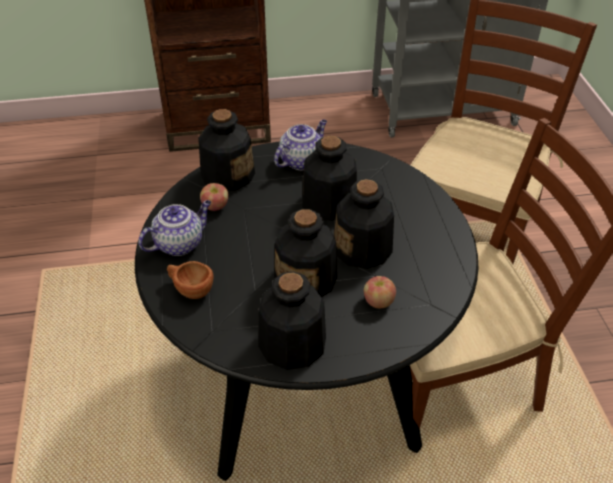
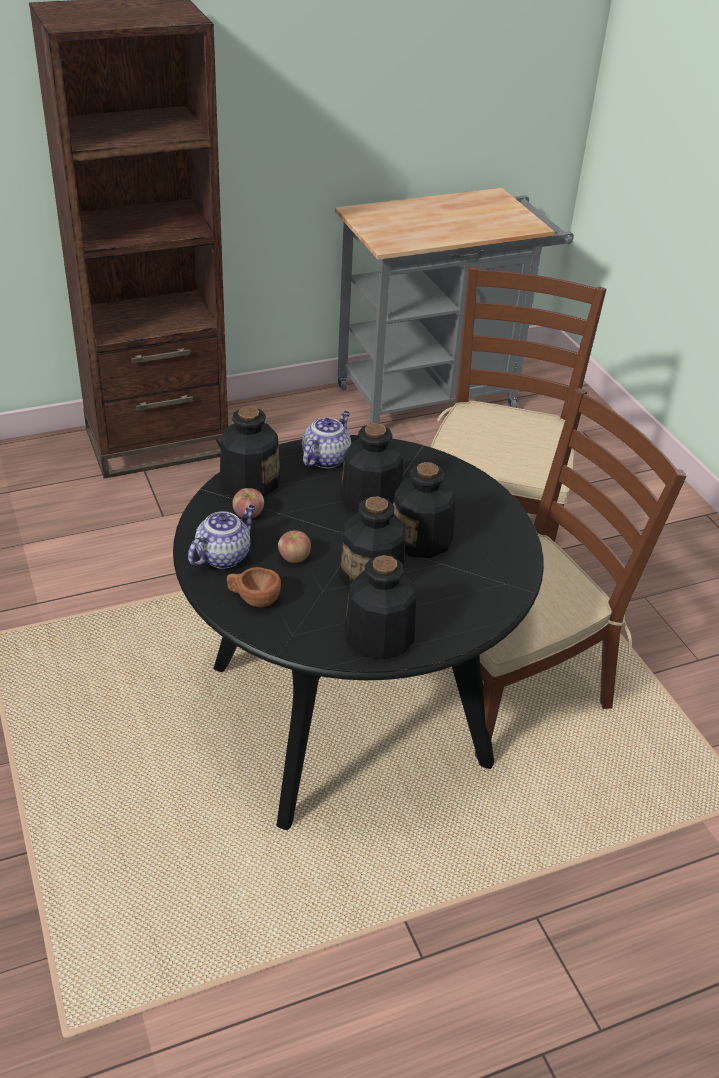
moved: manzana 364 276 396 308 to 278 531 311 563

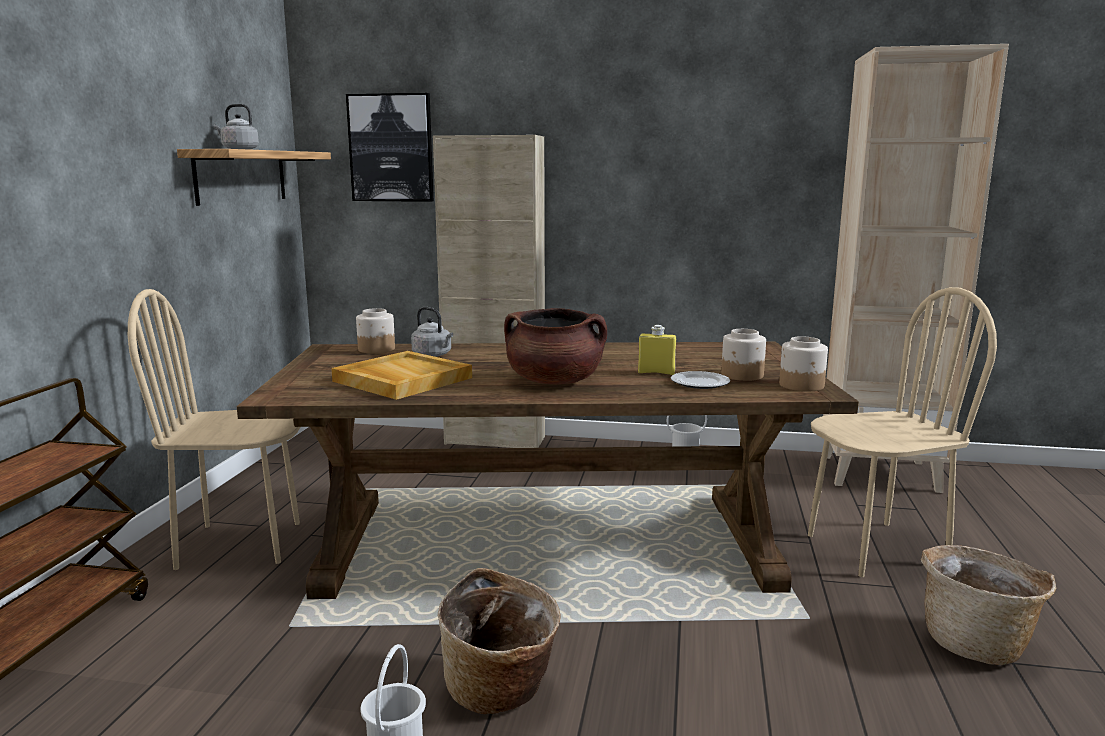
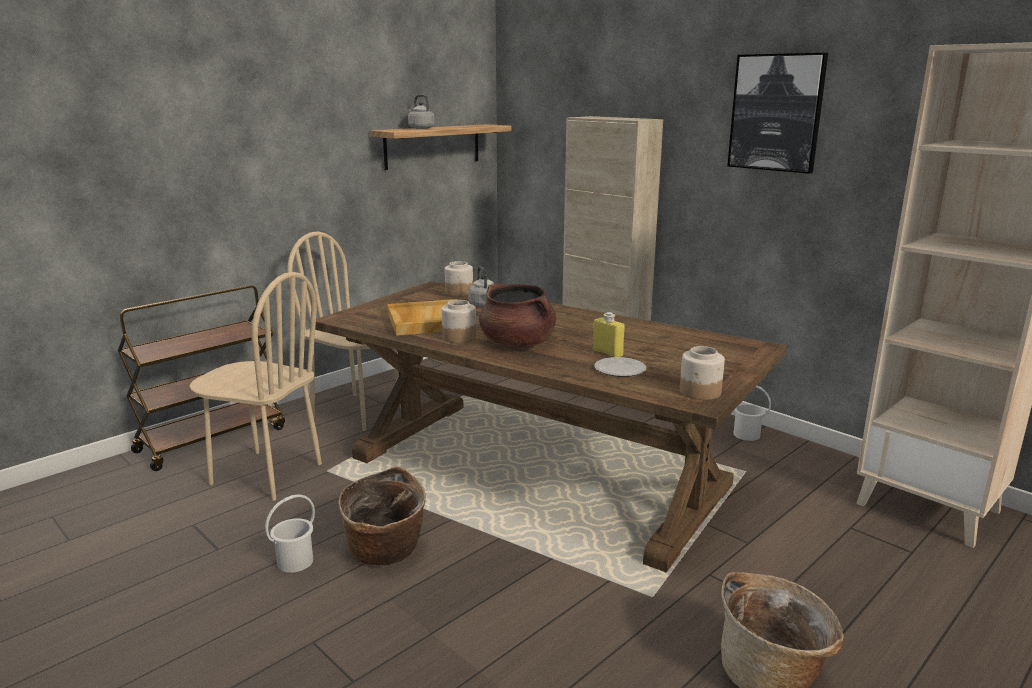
moved: cuadro 346 93 434 202 to 727 53 828 174; tarro 721 329 766 381 to 442 300 476 343; silla (beis) 808 287 997 577 to 189 272 322 501

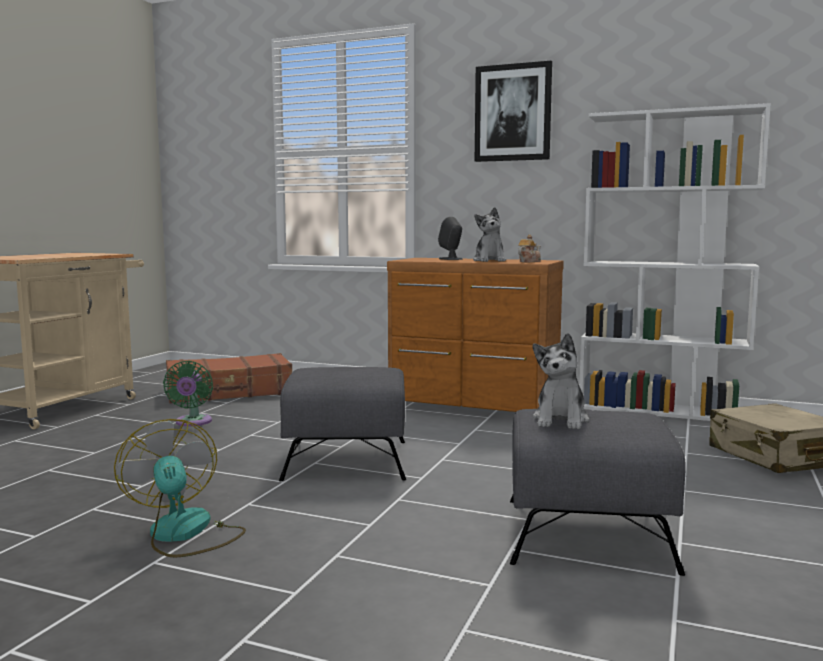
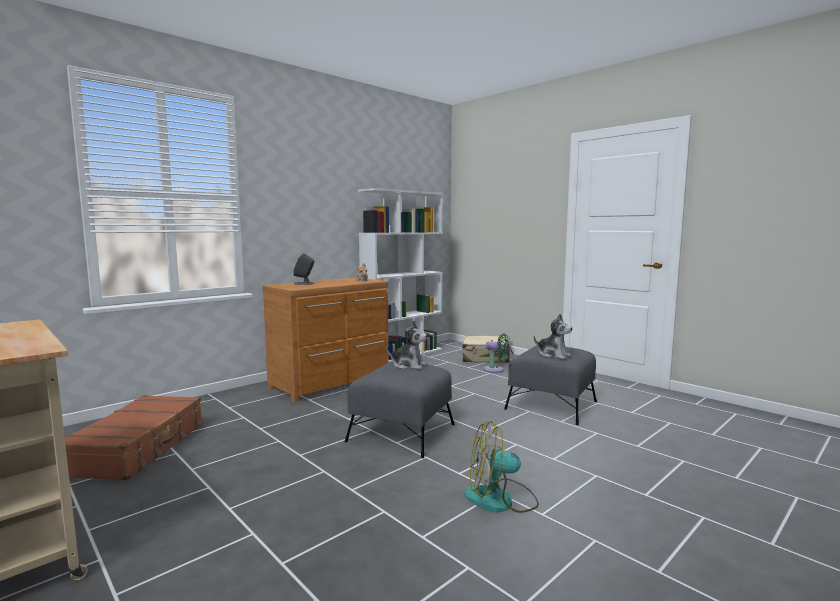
removed: cuadro 475 61 552 162
moved: ventilador (verde) 163 361 213 426 to 483 333 509 373; peluche 473 207 506 262 to 387 321 427 370

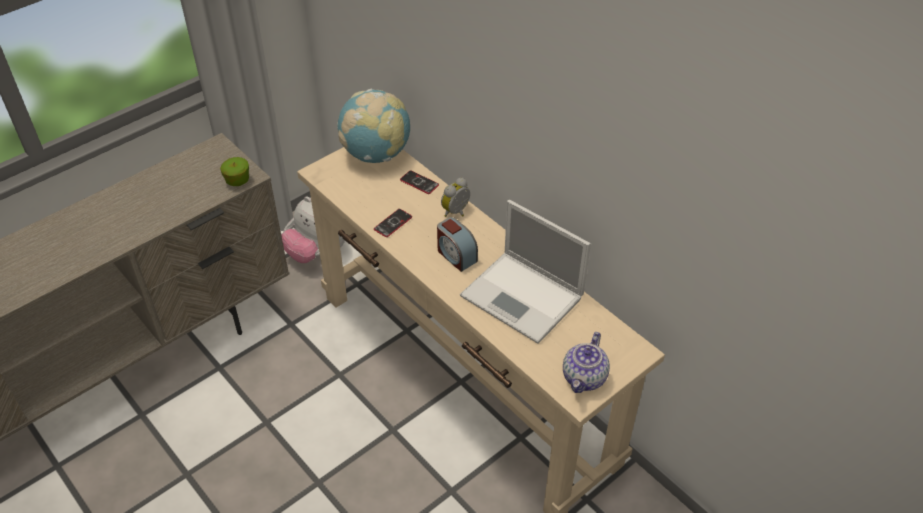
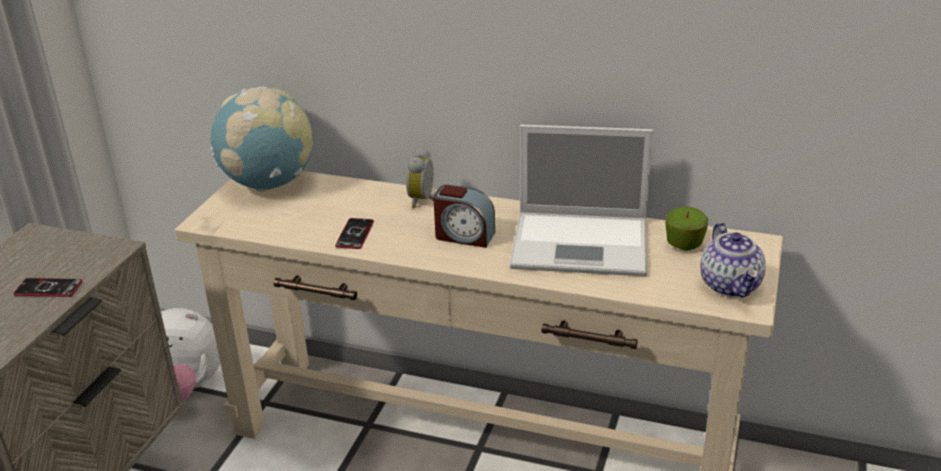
moved: manzana 220 157 249 186 to 665 206 709 251; móvil 400 170 439 194 to 13 278 82 297

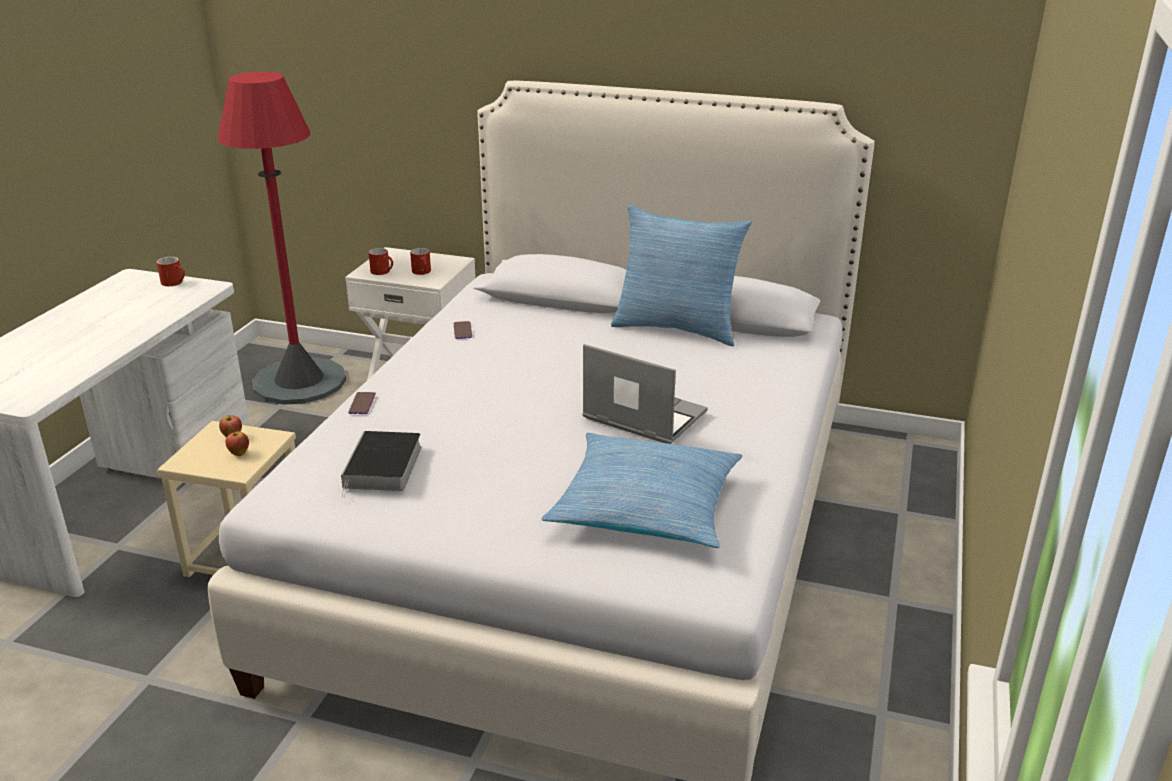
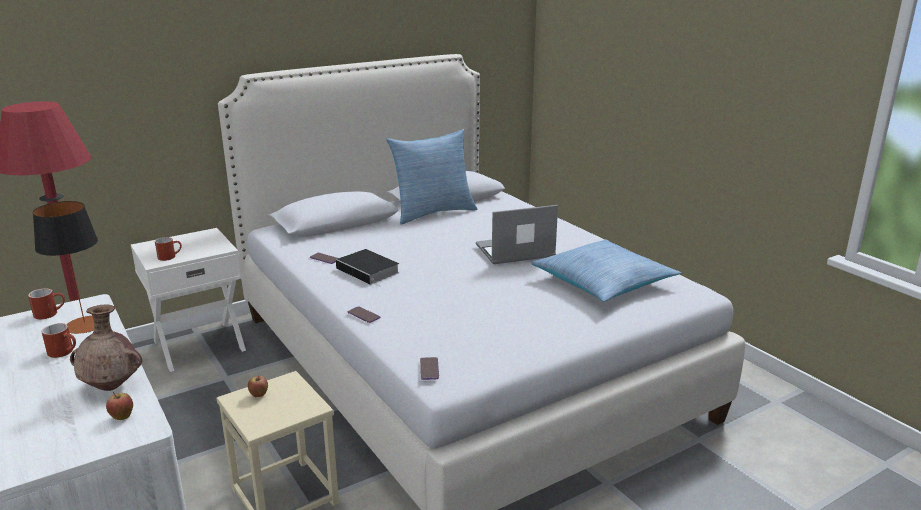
added: lámpara de mesa 33 201 98 334; florero (marrón) 70 305 142 391; móvil 420 357 439 380
moved: manzana 226 429 249 456 to 106 392 133 420; libro 341 431 422 498 to 336 249 400 287; taza grande (rojo) 410 248 431 275 to 42 323 76 358

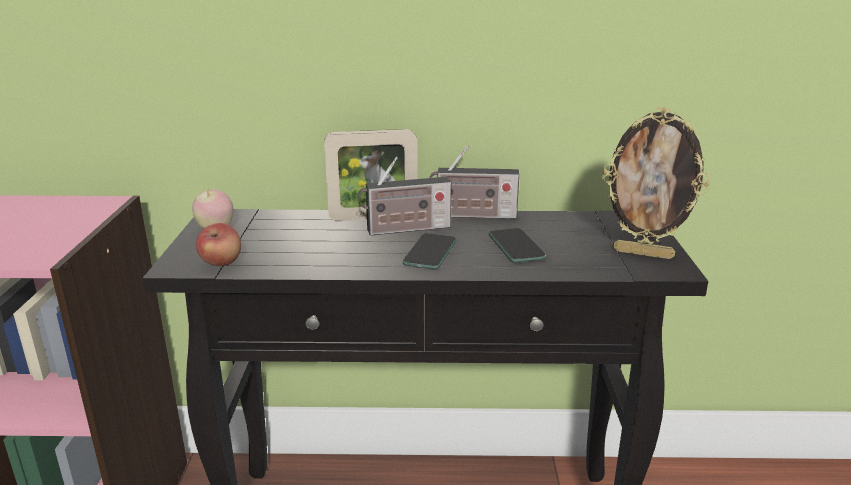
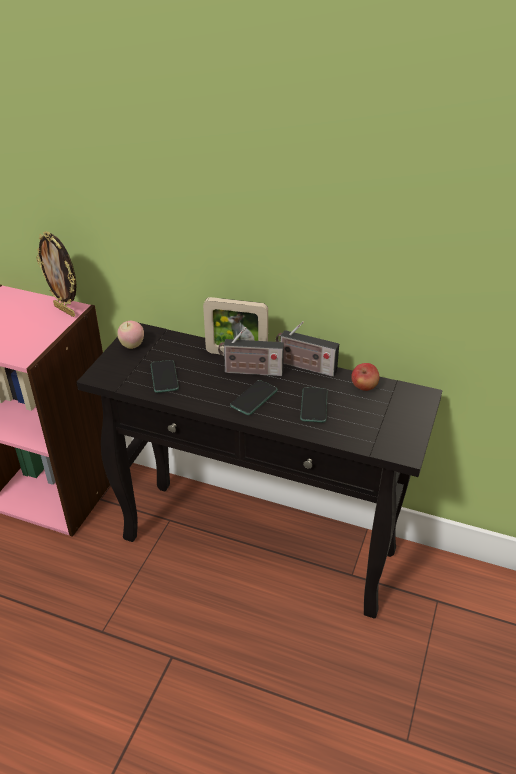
added: móvil 150 360 179 393
moved: manzana 196 223 241 266 to 351 363 379 391; portarretratos 602 107 710 259 to 36 231 77 317

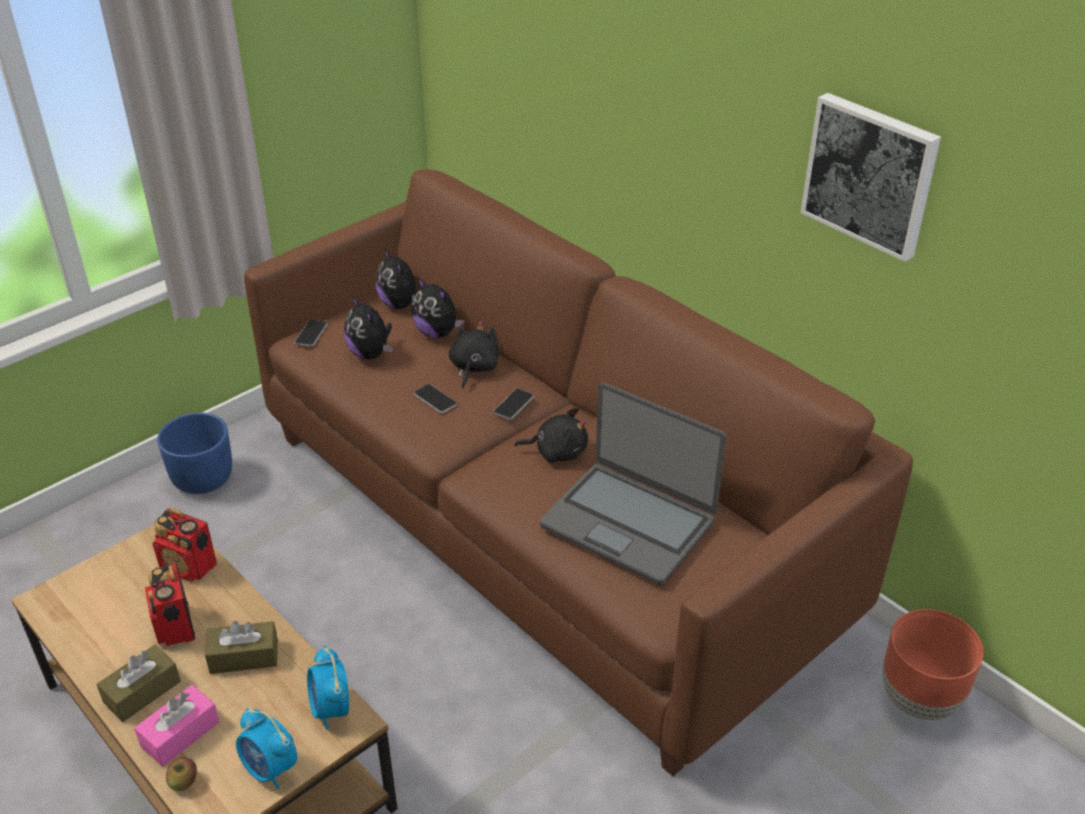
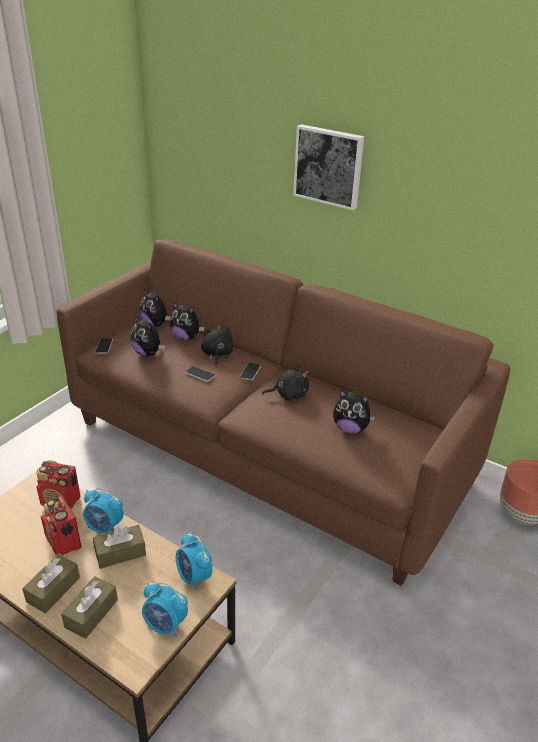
removed: maceta (azul) 157 413 232 494; manzana 166 757 197 791
added: despertador 83 488 124 533
moved: cuadro 800 93 941 262 to 293 124 364 210
replaced: portátil 540 382 727 585 to peluche 333 389 376 433
recoloured: caja de pañuelos (rosa) 134 685 220 767 to caja de pañuelos (marrón) 61 576 118 639

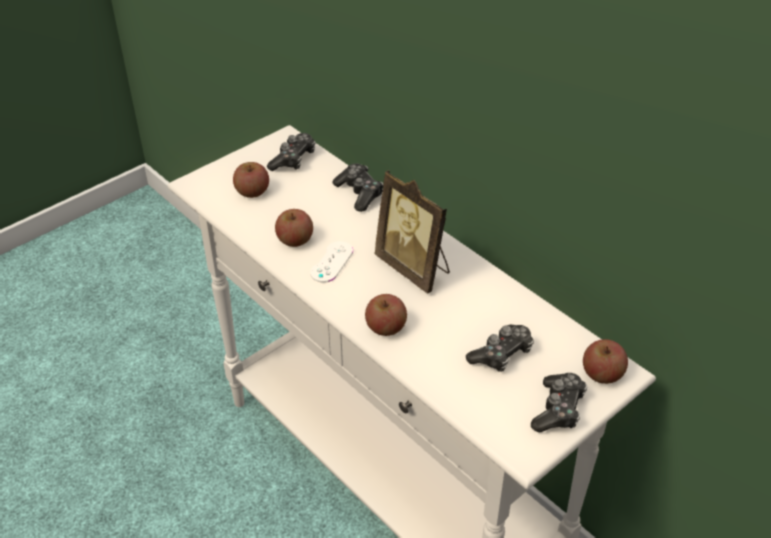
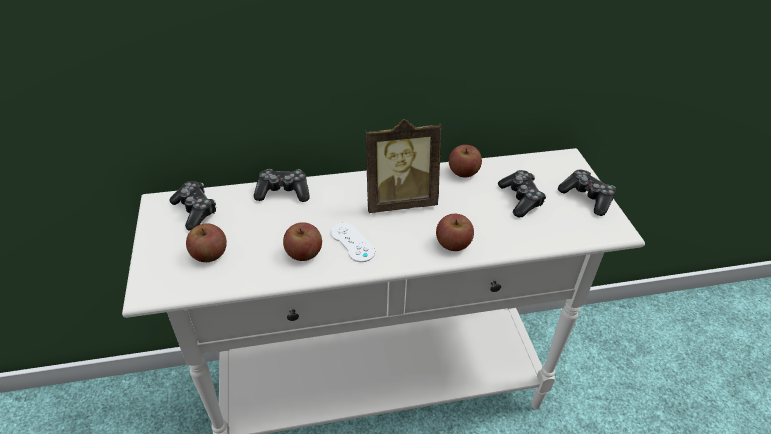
moved: manzana 583 339 628 384 to 449 145 482 177

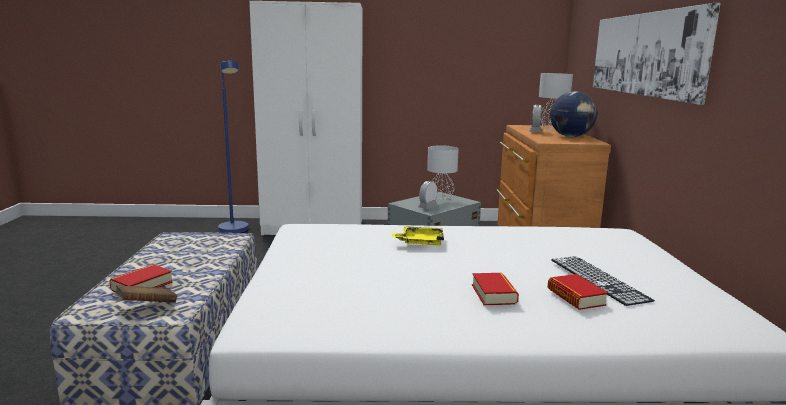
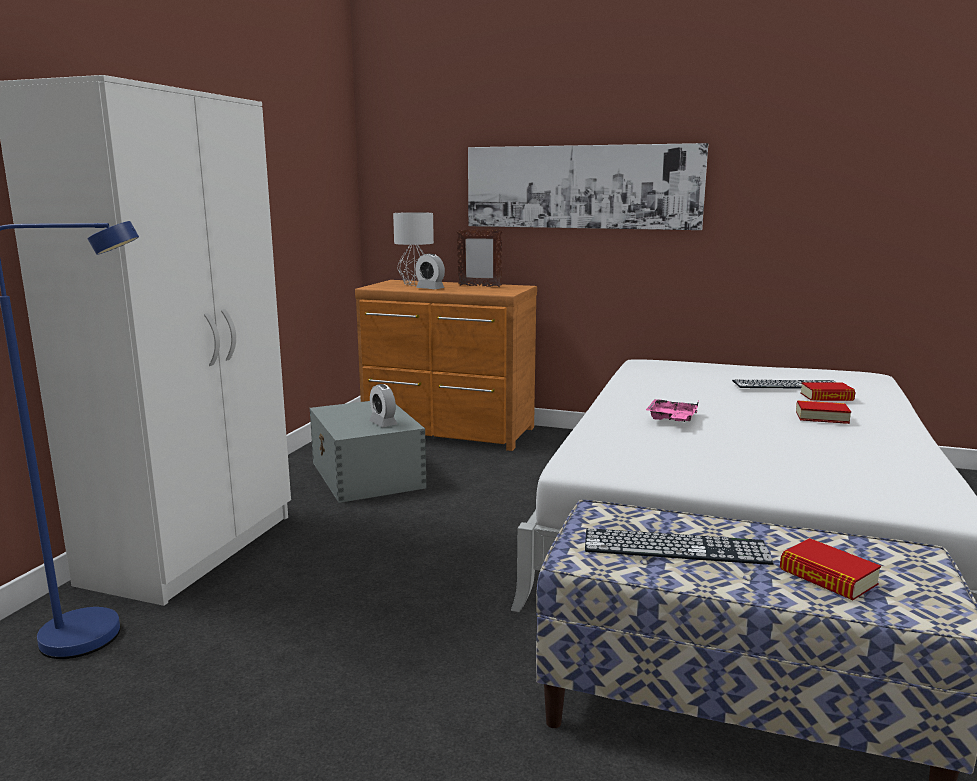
removed: libro (marrón) 115 285 177 303; lámpara de mesa (gris) 427 145 459 202
added: teclado 585 528 774 565
replaced: globo terráqueo 550 91 597 137 to portarretratos 457 229 502 287
recoloured: bandeja (amarillo) 392 226 444 246 to bandeja (rosa) 646 399 699 422

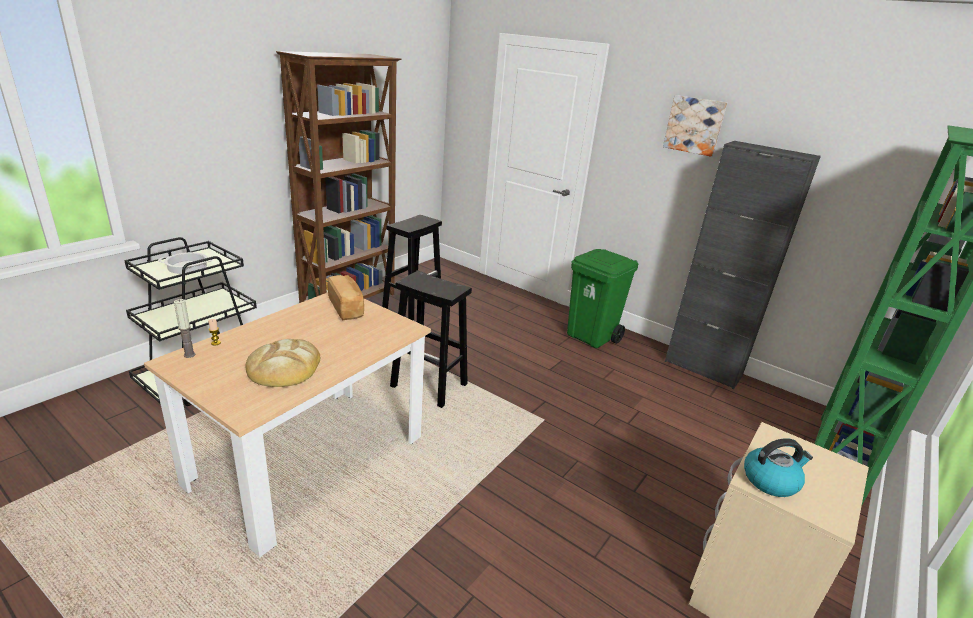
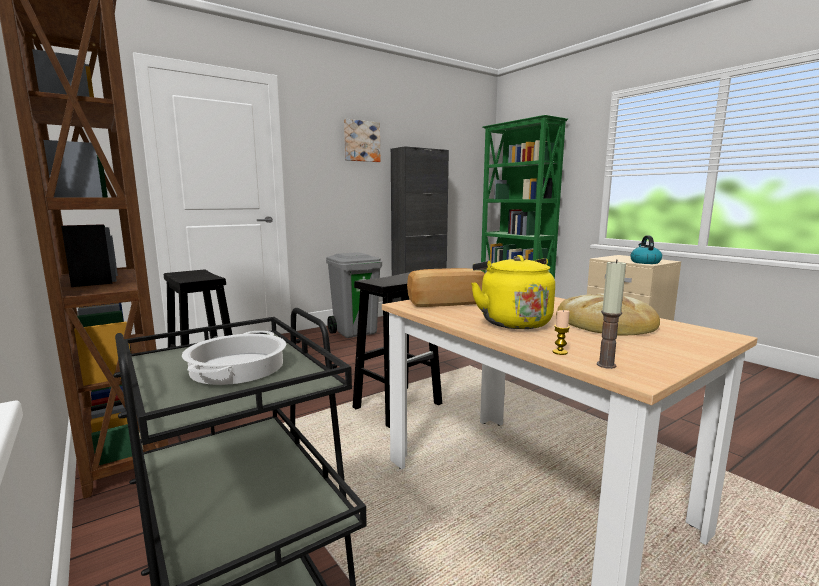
added: hervidor (amarillo) 471 255 555 329
recoloured: papelera (verde) 567 249 638 348 to papelera (gris) 326 252 382 338

